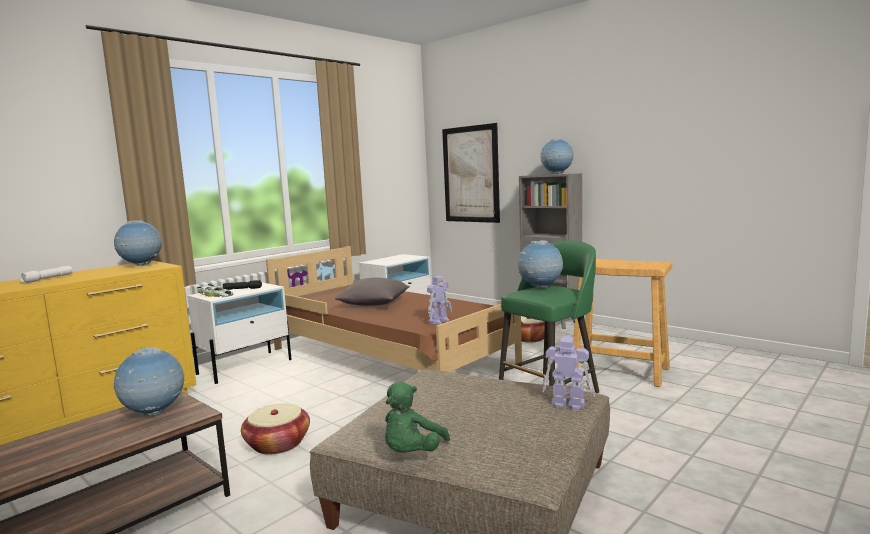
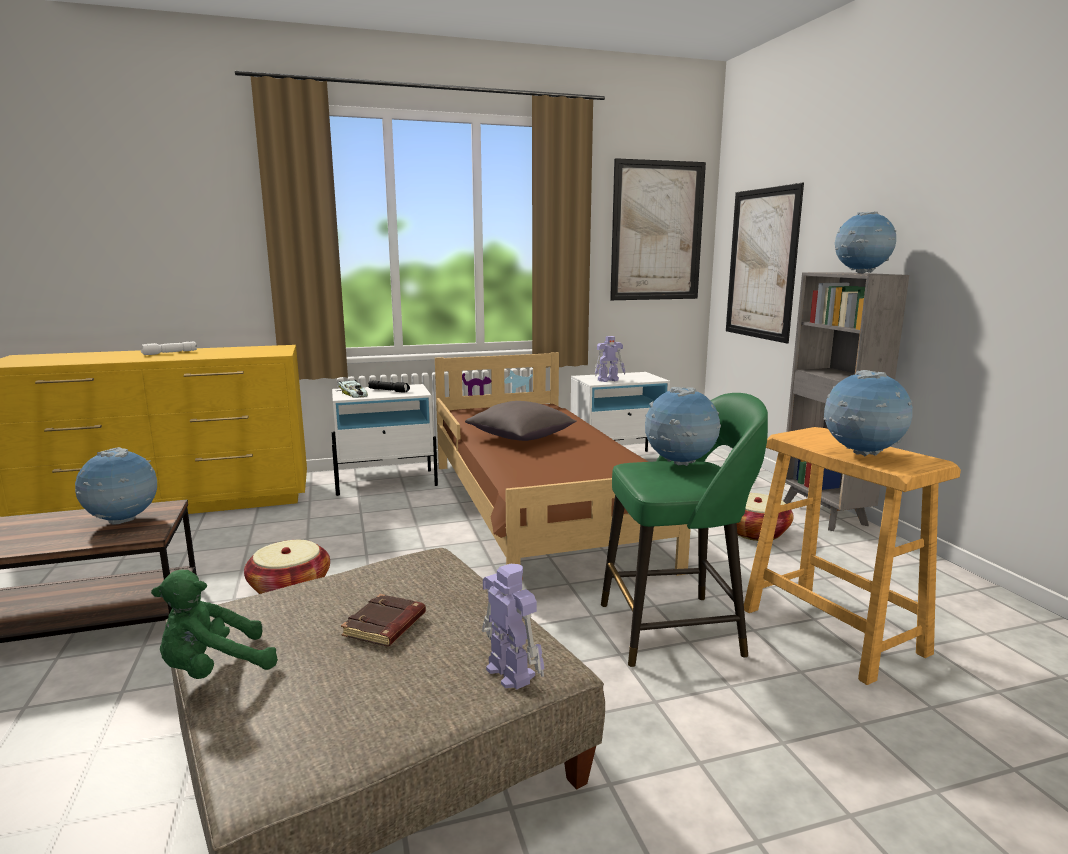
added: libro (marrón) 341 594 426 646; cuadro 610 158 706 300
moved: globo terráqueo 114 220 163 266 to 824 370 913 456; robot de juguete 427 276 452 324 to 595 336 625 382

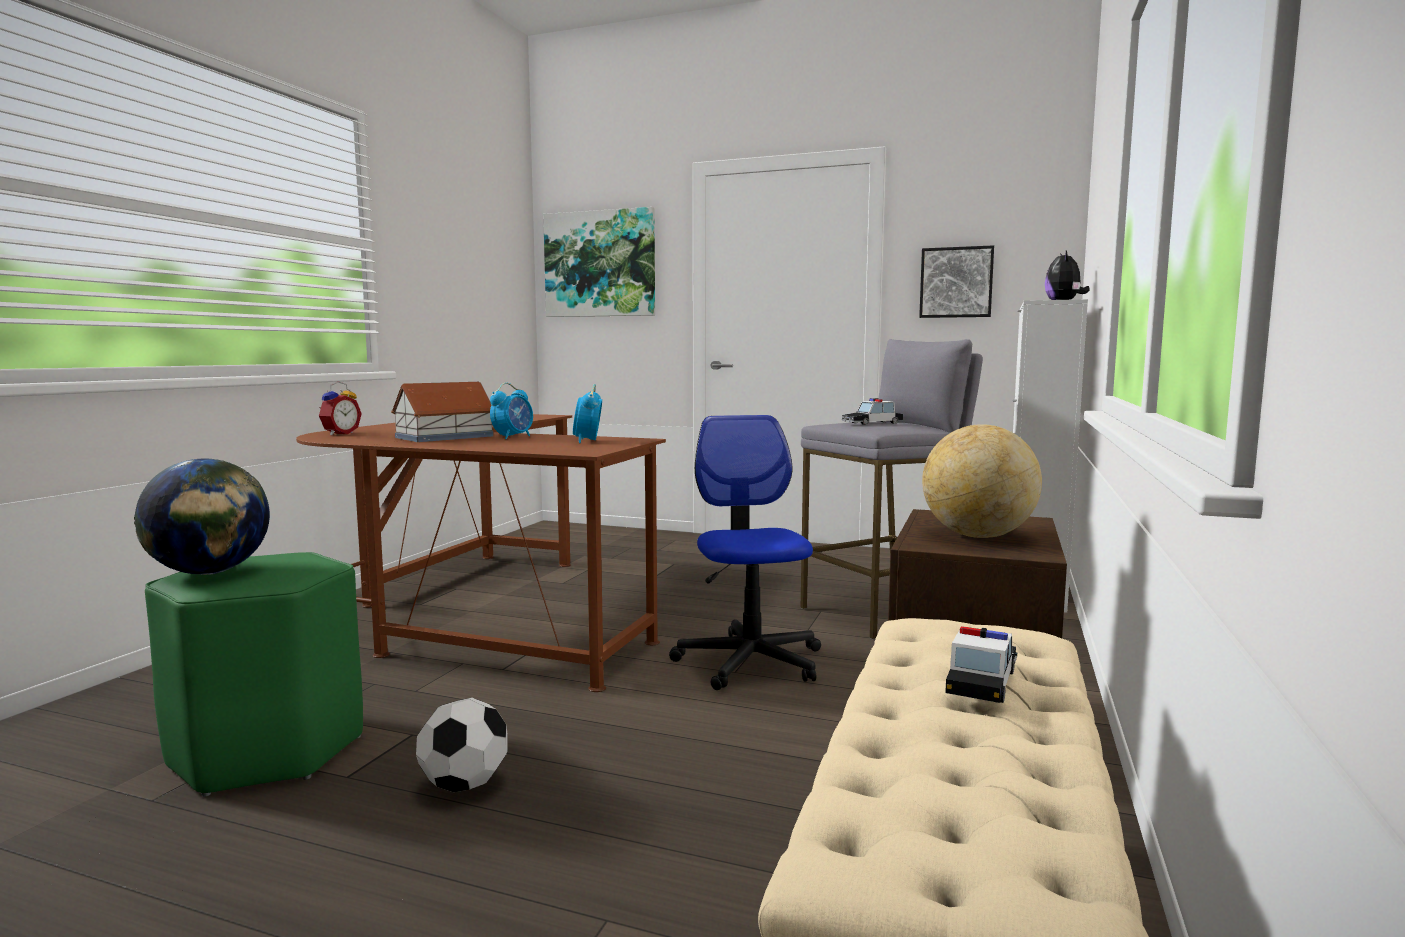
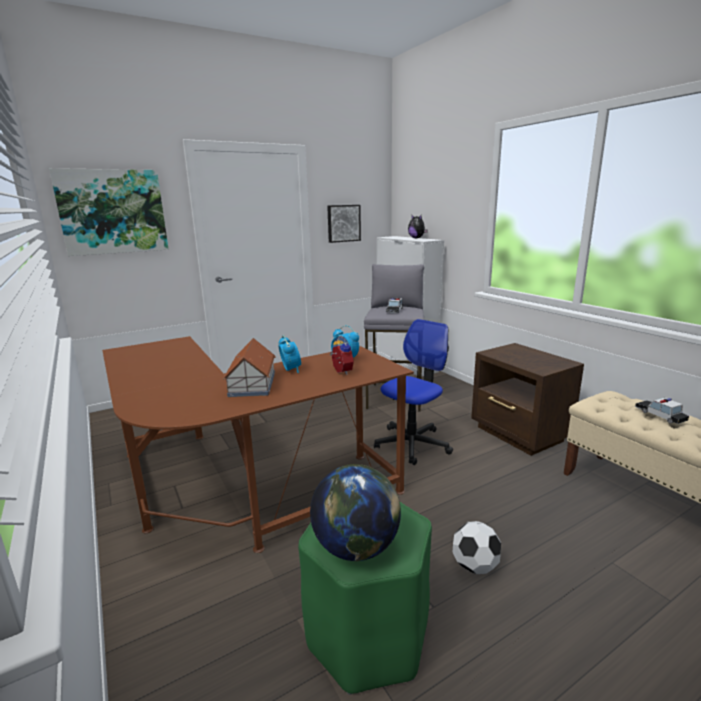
removed: globo terráqueo 922 424 1042 538
moved: despertador 319 381 362 435 to 330 336 354 375
turned: silla de oficina 669 415 821 690 = 374 319 453 465 105 degrees clockwise

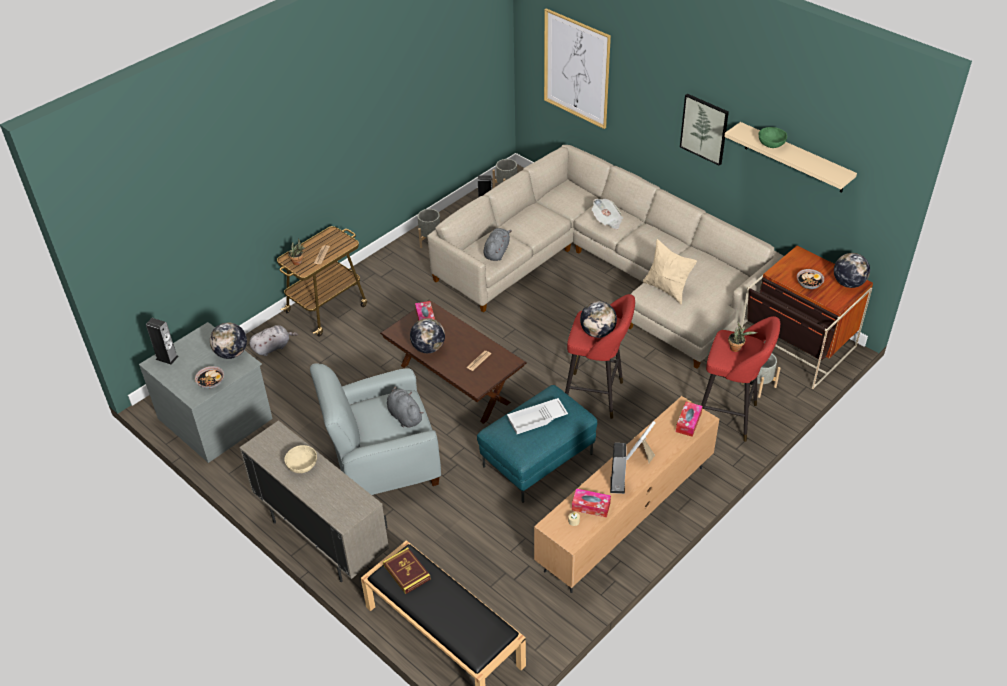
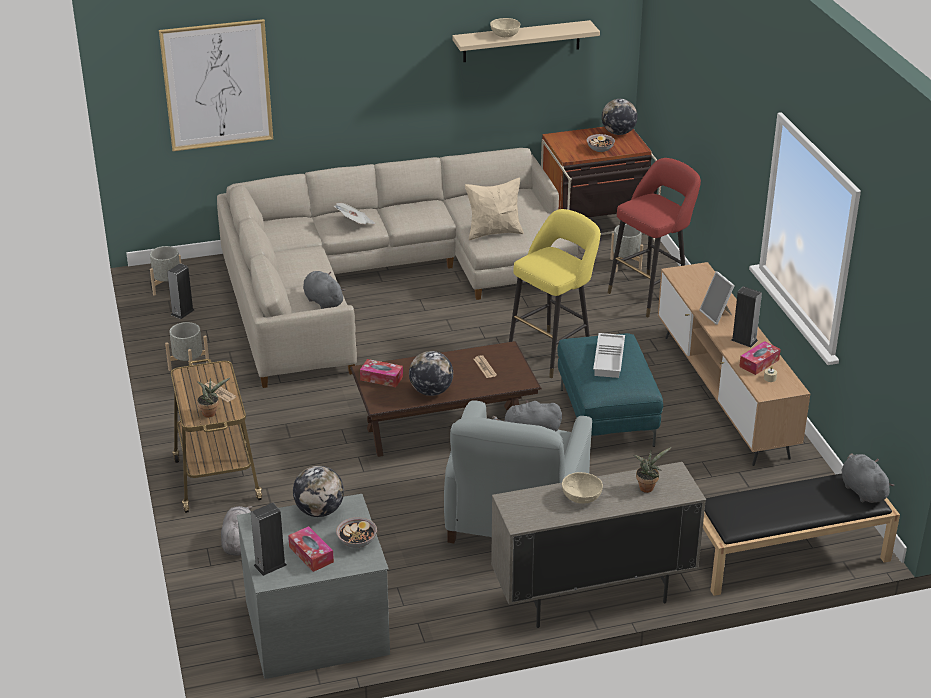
removed: libro 383 547 431 594; globo terráqueo 580 301 617 338; cuadro 680 94 729 166
added: peluche (gris) 841 453 894 503
moved: caja de pañuelos 676 402 703 437 to 288 526 334 572; planta en maceta 728 321 757 352 to 634 447 672 493
recoloured: taburete (rojo) 565 294 635 419 to taburete (amarillo) 509 209 600 378; cuenco (verde) 759 127 787 148 to cuenco (beis) 490 18 520 37

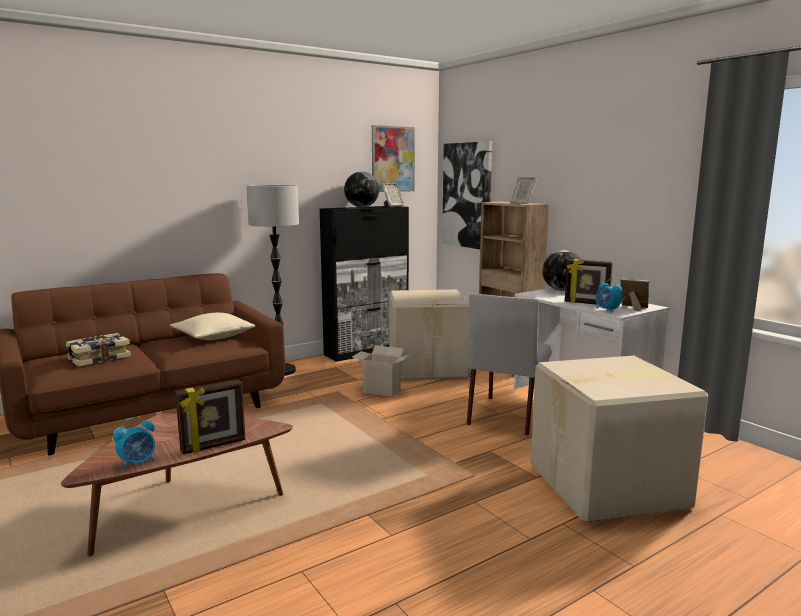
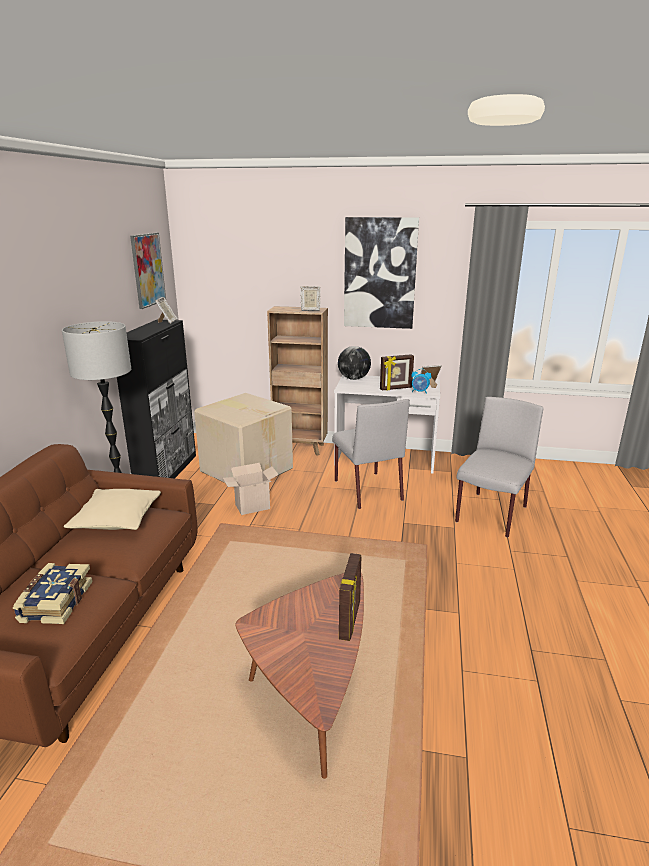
removed: despertador 113 418 155 470; globo terráqueo 344 171 379 207
moved: cuadro 442 141 492 249 to 344 217 419 329
replaced: caja de cartón 531 356 708 523 to silla (gris) 455 397 544 537

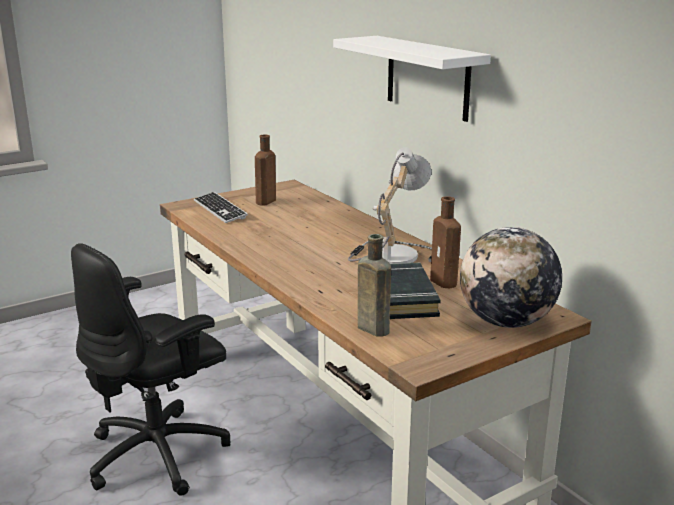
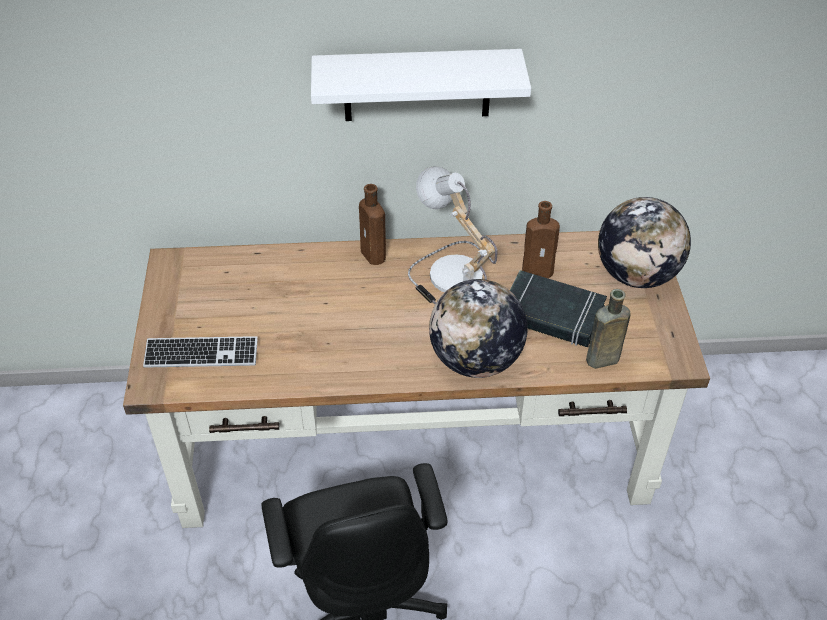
added: globo terráqueo 429 279 528 378
moved: botella (marrón) 255 134 276 206 to 359 184 386 265

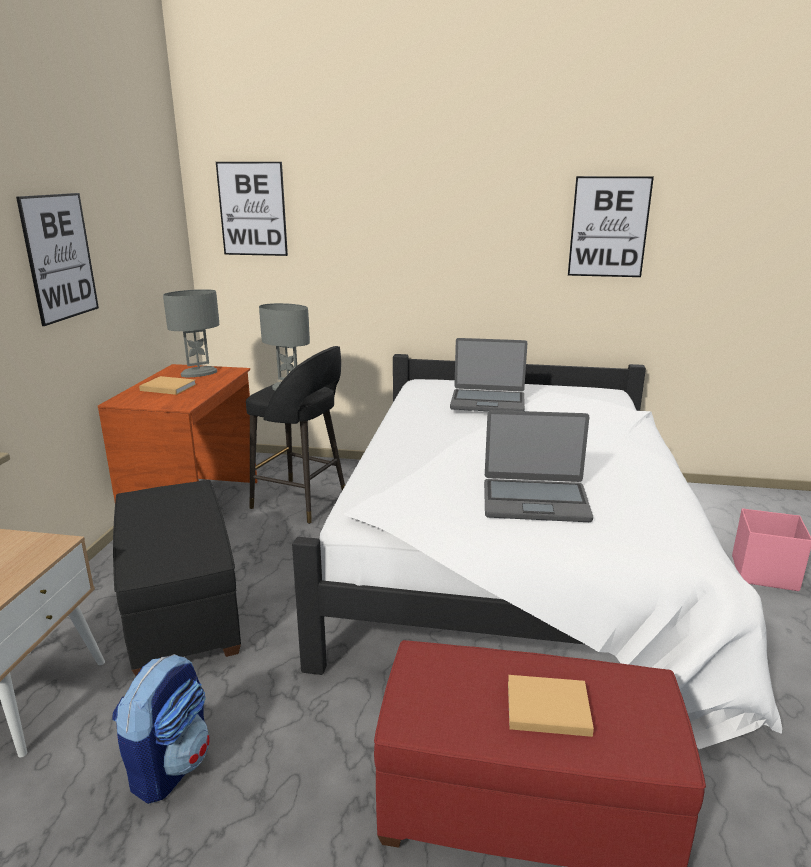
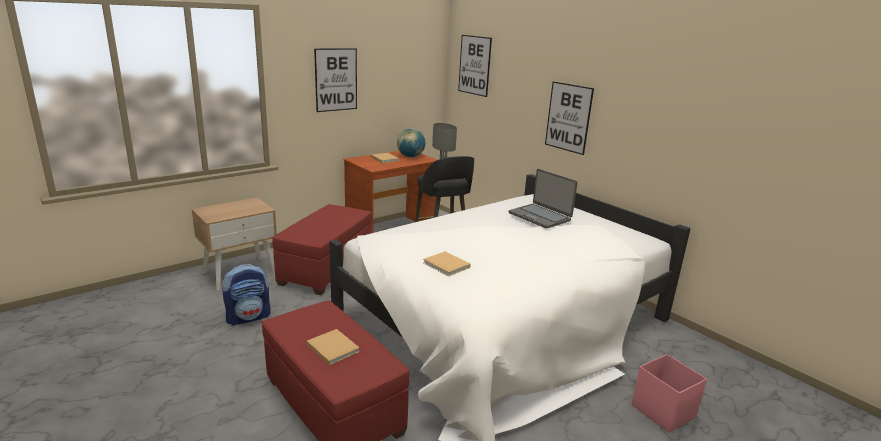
moved: cuadro 568 176 654 277 to 545 81 594 155
replaced: lámpara de mesa (gris) 163 289 219 377 to globo terráqueo 397 128 426 157; portátil 484 410 593 522 to libro (beis) 423 251 471 276
recoloured: puf (negro) 113 480 241 676 to puf (rojo) 272 204 372 295

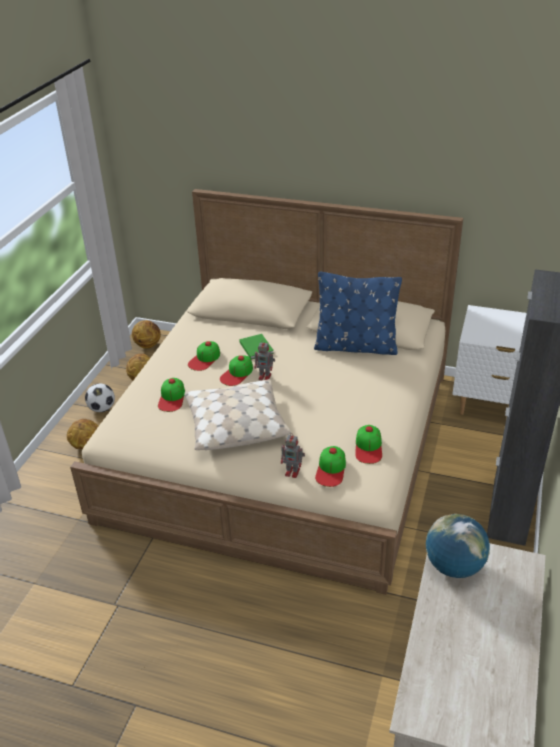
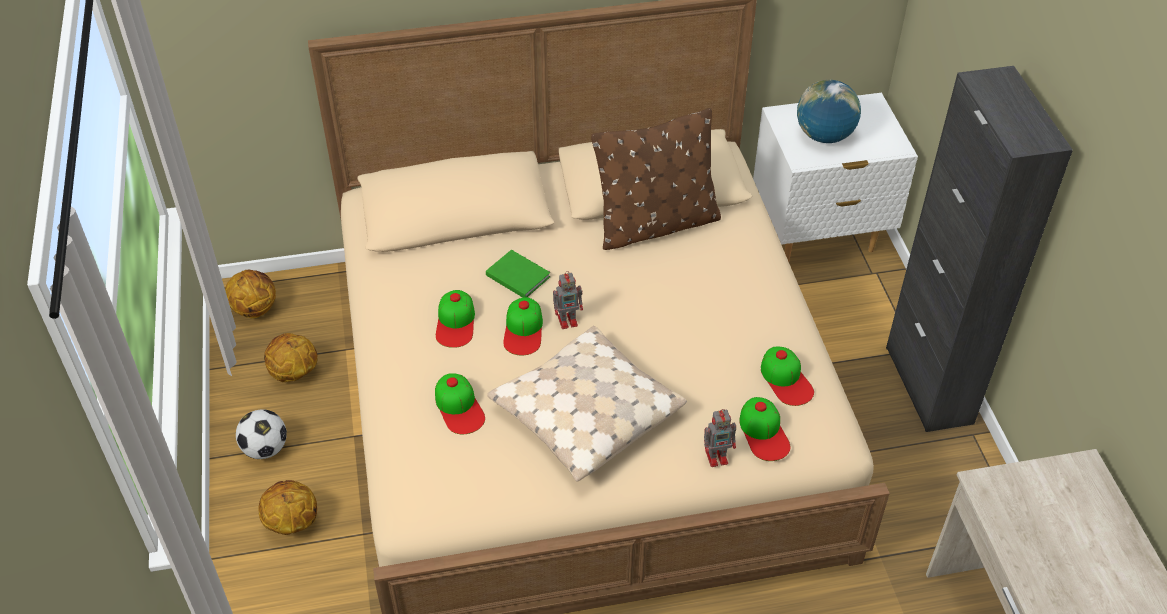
moved: globo terráqueo 426 514 490 578 to 797 79 861 143
recoloured: cojín (azul) 314 271 402 355 to cojín (marrón) 591 108 721 250

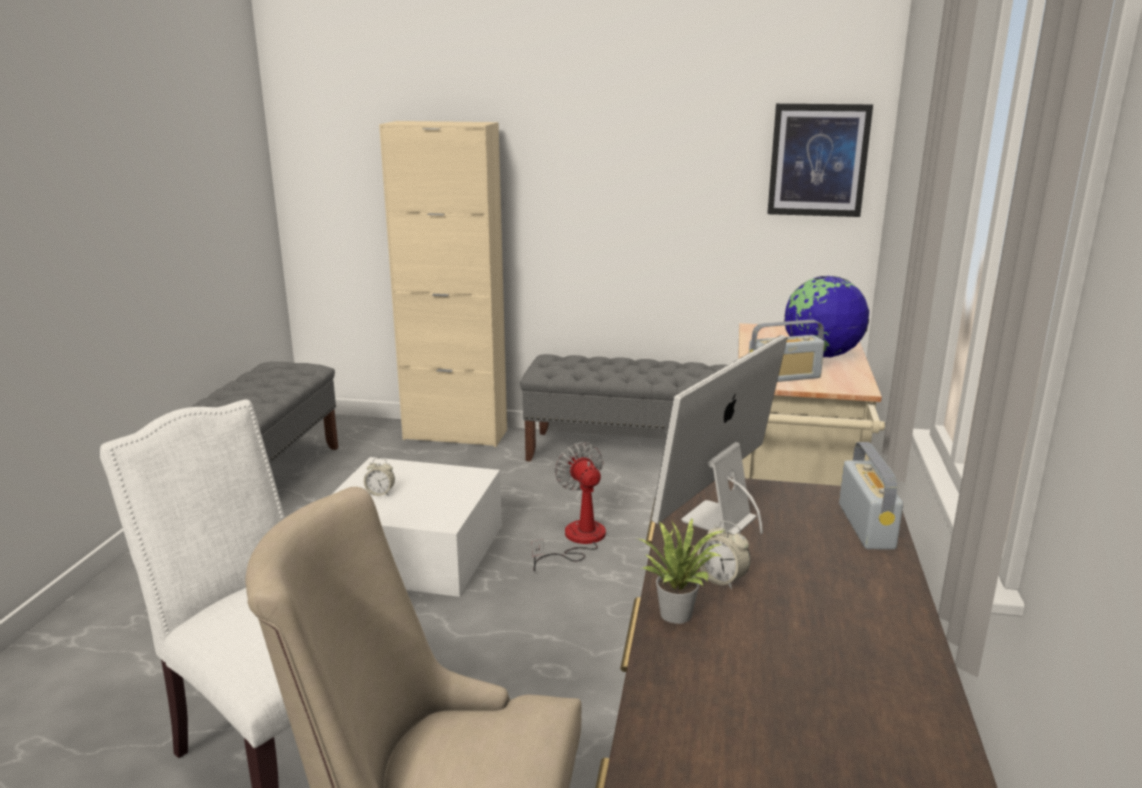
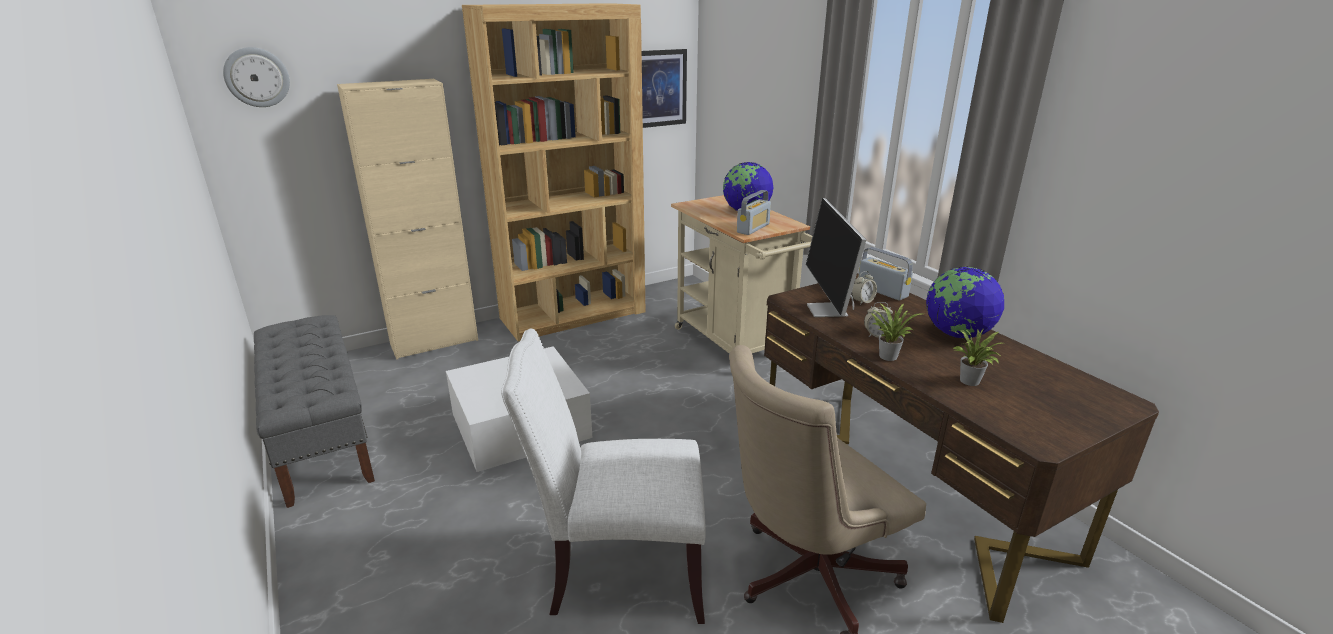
removed: ventilador 532 442 606 571
added: reloj de pared 223 47 290 107; globo terráqueo 926 267 1004 338; planta en maceta 950 329 1002 386
moved: despertador 364 458 395 496 to 852 271 877 305
replaced: banco (gris) 520 354 727 462 to estantería (marrón) 462 3 645 341

